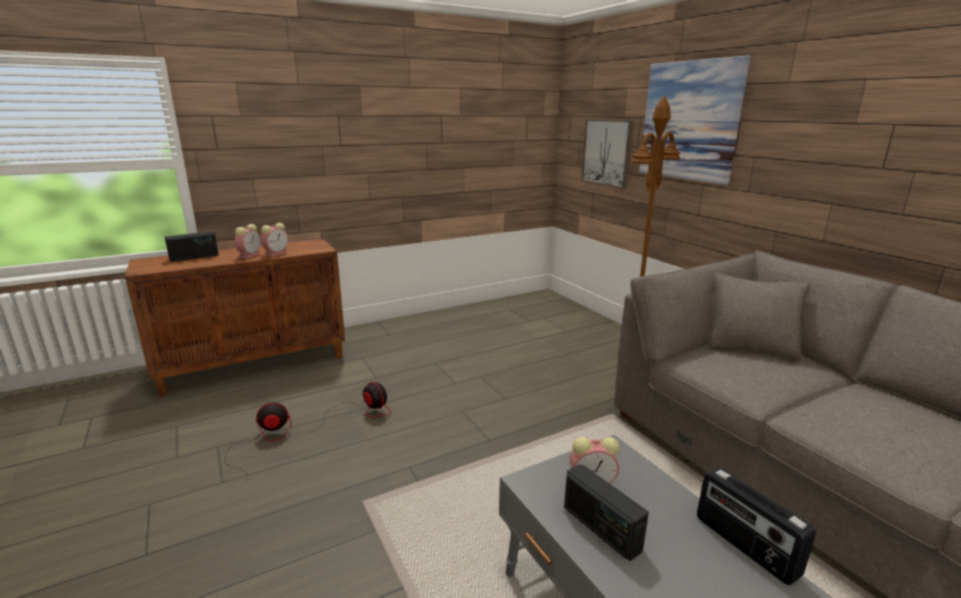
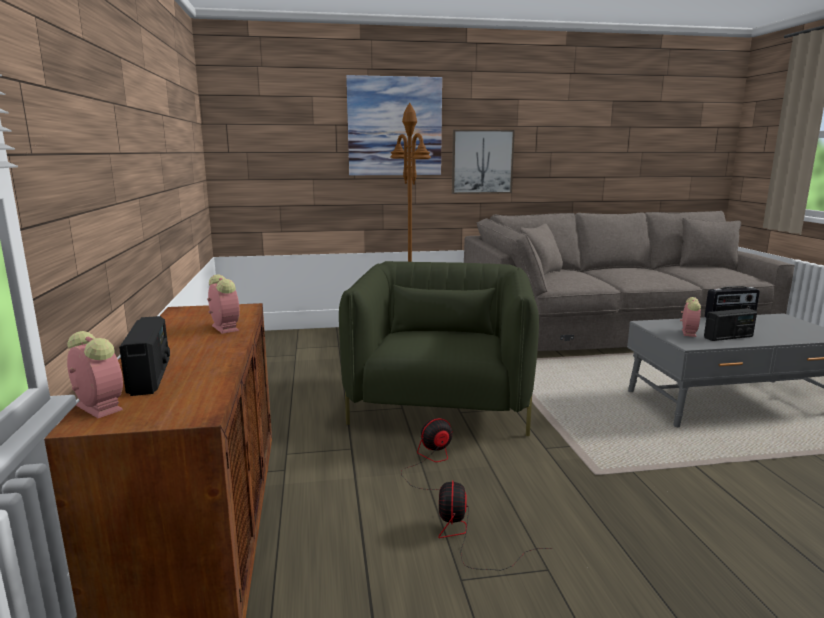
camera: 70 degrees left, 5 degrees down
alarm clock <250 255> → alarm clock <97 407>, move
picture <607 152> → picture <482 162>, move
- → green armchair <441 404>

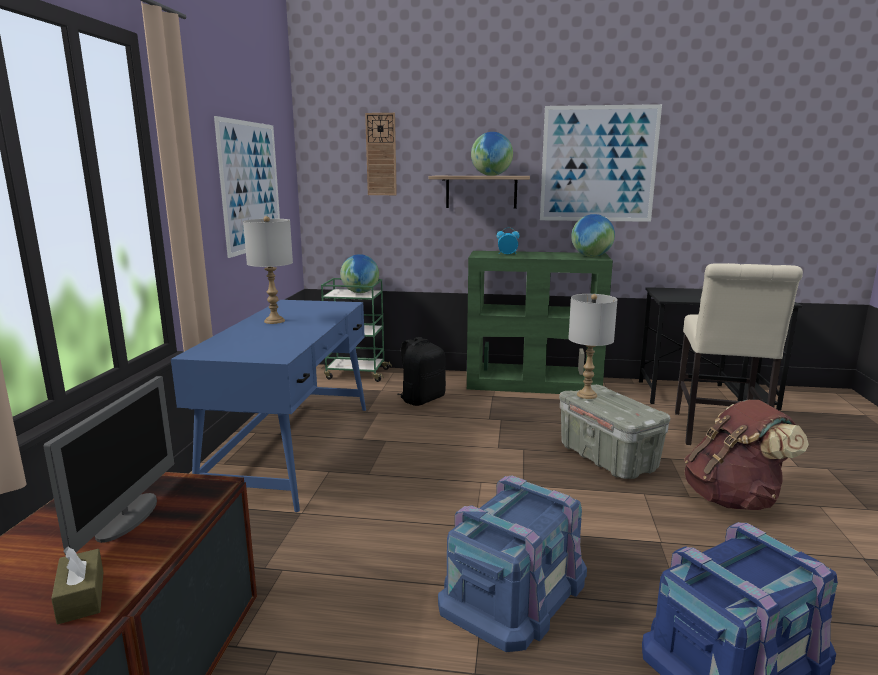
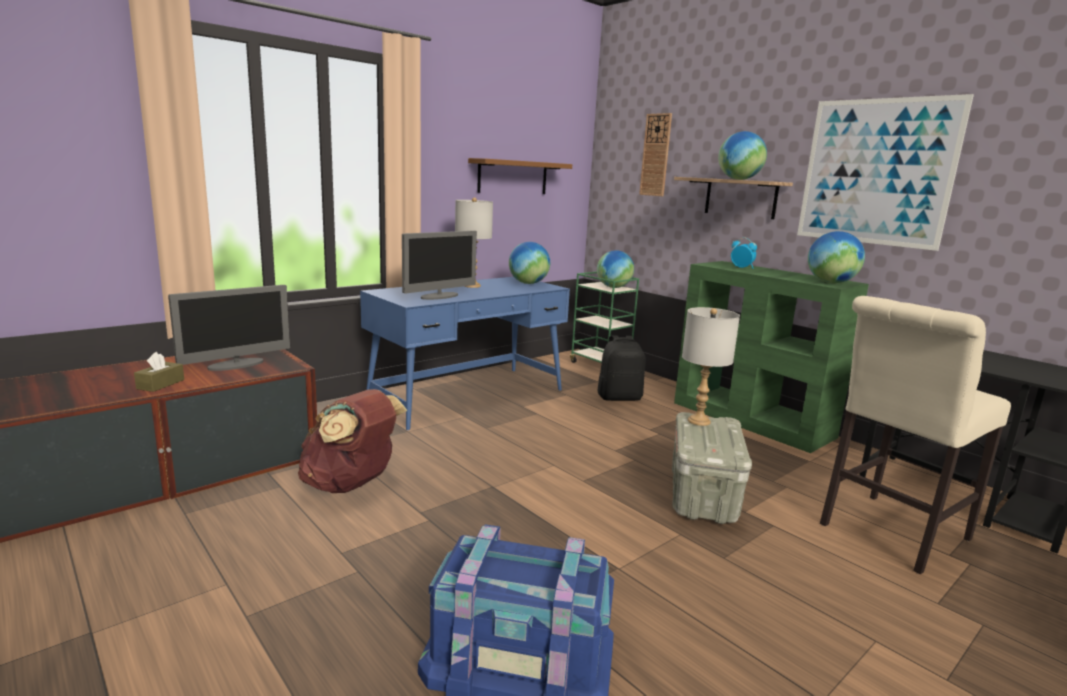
camera: 40 degrees right, 0 degrees up
picture <251 187> → brown shelf <513 177>
blue storage box <513 588> → -
brown backpack <733 499> → brown backpack <351 484>, move
- → monitor <440 296>
- → globe <528 283>

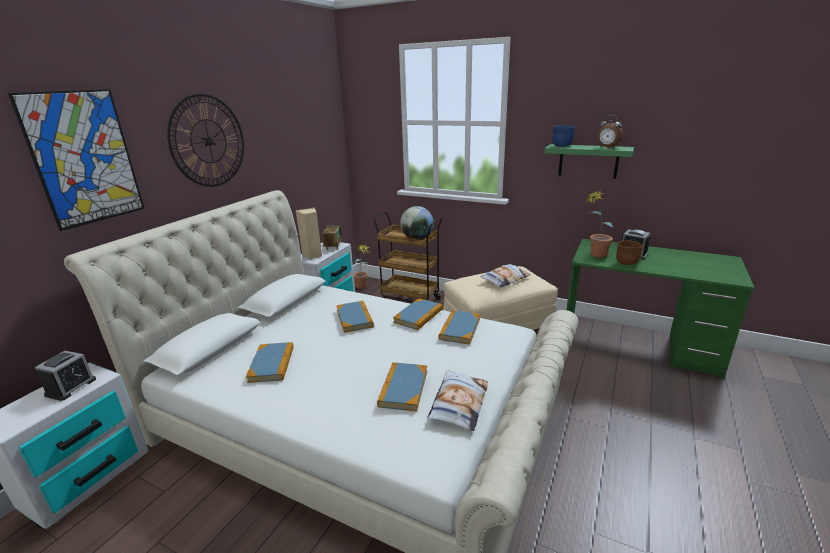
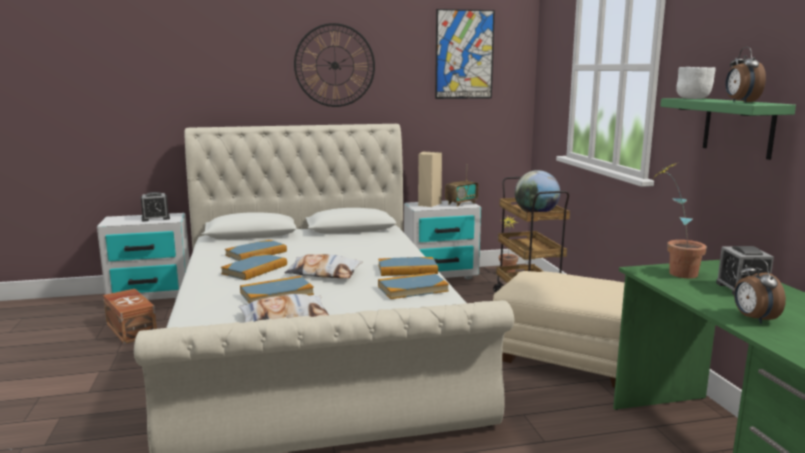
camera: 50 degrees right, 10 degrees down
picture <84 158> → picture <464 54>, move
book <354 318> → book <255 269>, move
pillow <505 279> → pillow <324 273>, move
blue bowl <562 146> → white bowl <693 98>
brown bowl <627 263> → -
- → brown storage box <132 329>
- → alarm clock <753 318>

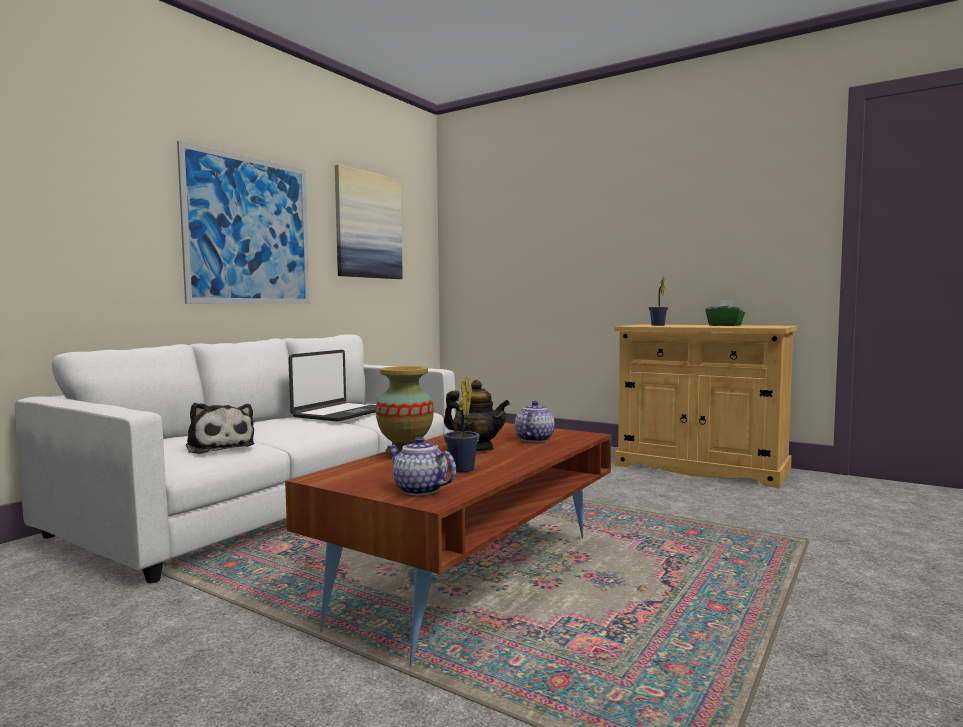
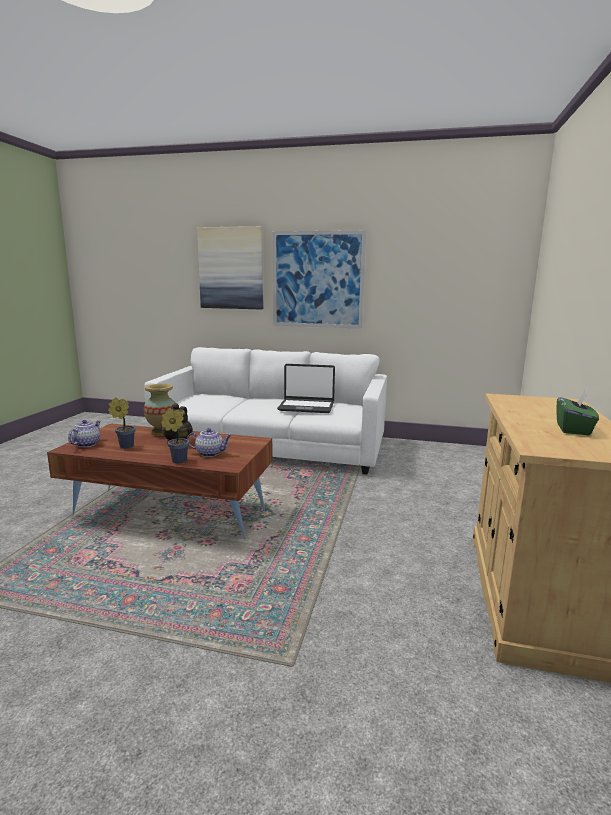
camera: 70 degrees right, 10 degrees up
plush toy <219 447> → -
picture <368 225> → picture <231 268>, move
potted plant <658 325> → potted plant <177 461>, move

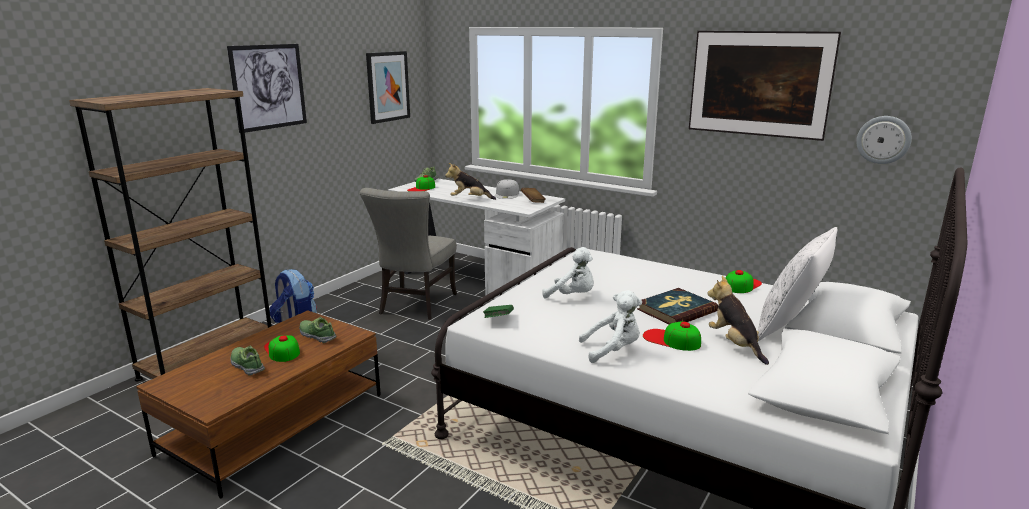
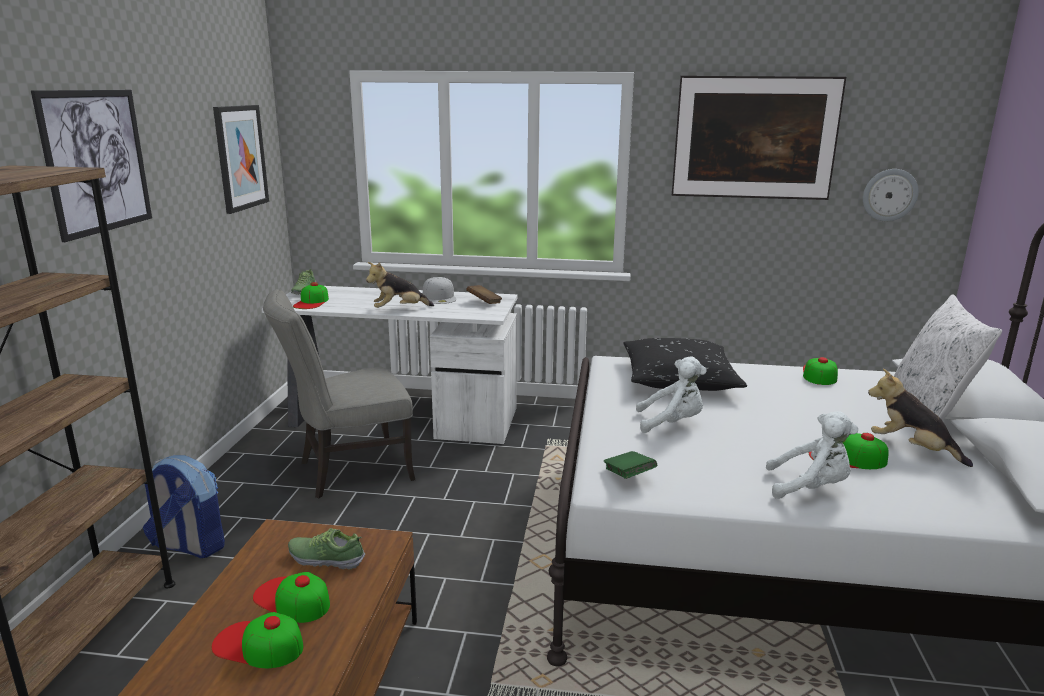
camera: 25 degrees left, 0 degrees up
shoe <247 365> → cap <258 645>
grey chair <415 305> → grey chair <348 471>, 75 degrees clockwise
white plush toy <613 350> → white plush toy <810 488>, 45 degrees clockwise
book <676 310> → -
- → black pillow <678 379>

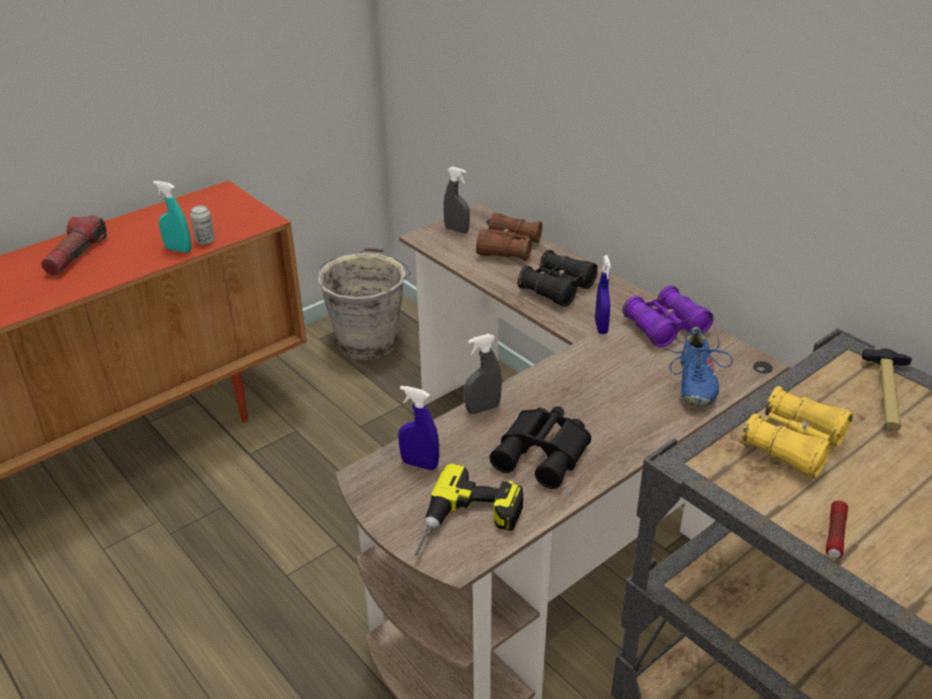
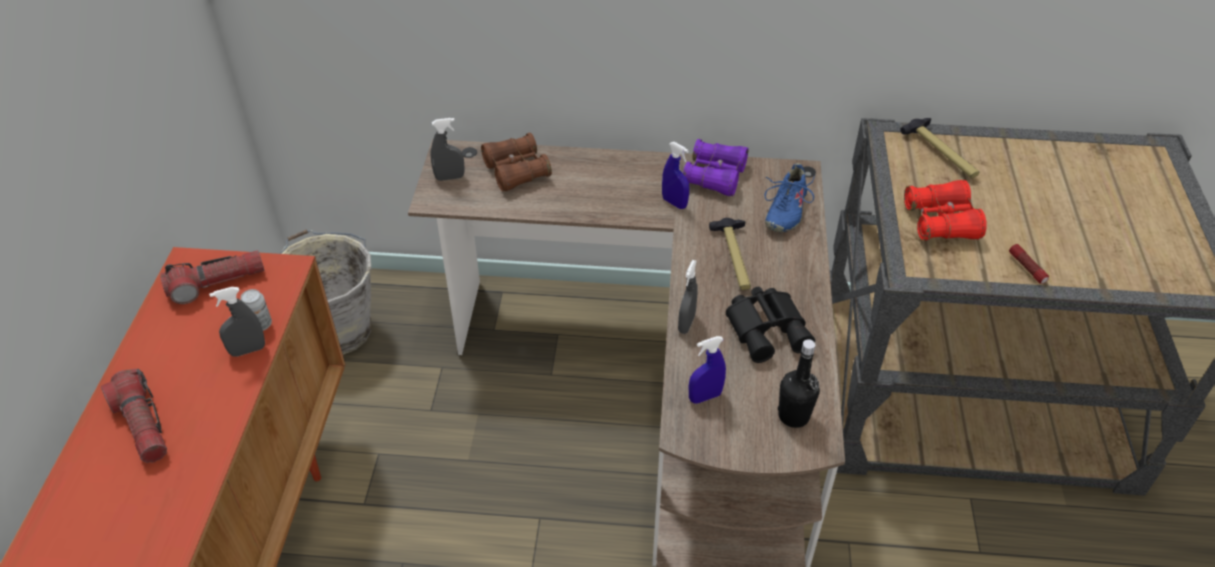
camera: 45 degrees left, 10 degrees up
turquoise spray bottle <178 249> → grey spray bottle <248 350>
power drill <468 525> → black bottle <793 416>
black binoculars <557 288> → -
blue shoe <694 382> → blue shoe <785 210>, 60 degrees clockwise
yellow binoculars <793 444> → red binoculars <941 222>
- → flashlight <217 283>
- → hammer <735 258>

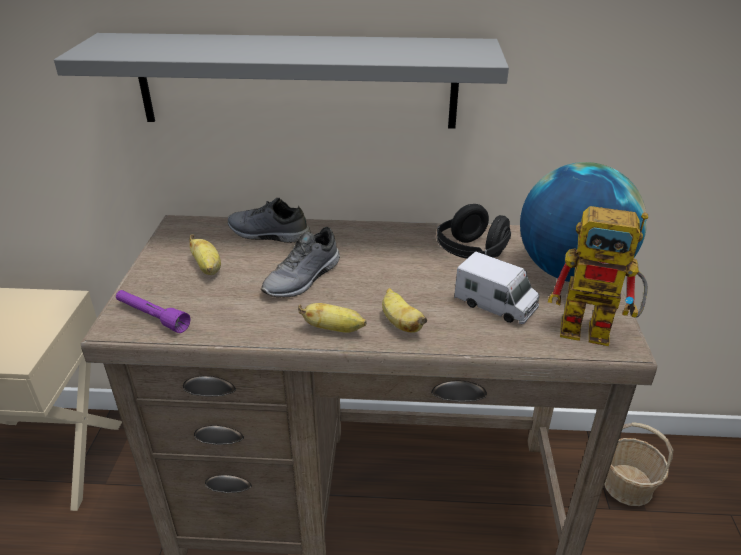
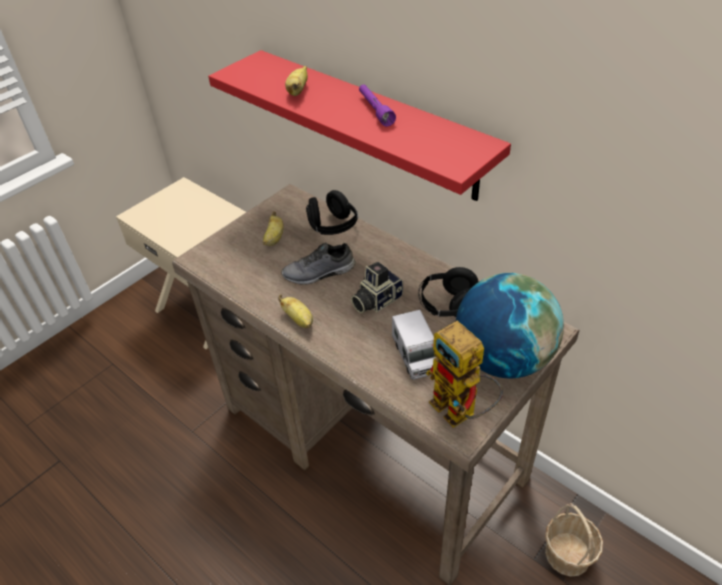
camera: 40 degrees right, 10 degrees up
grey shelf <297 81> → red shelf <372 123>
purple flashlight <152 317> → purple flashlight <375 110>, move
grey shoe <267 234> → black headphones <332 227>
banana <400 323> → banana <298 91>, move
- → photo camera <375 300>

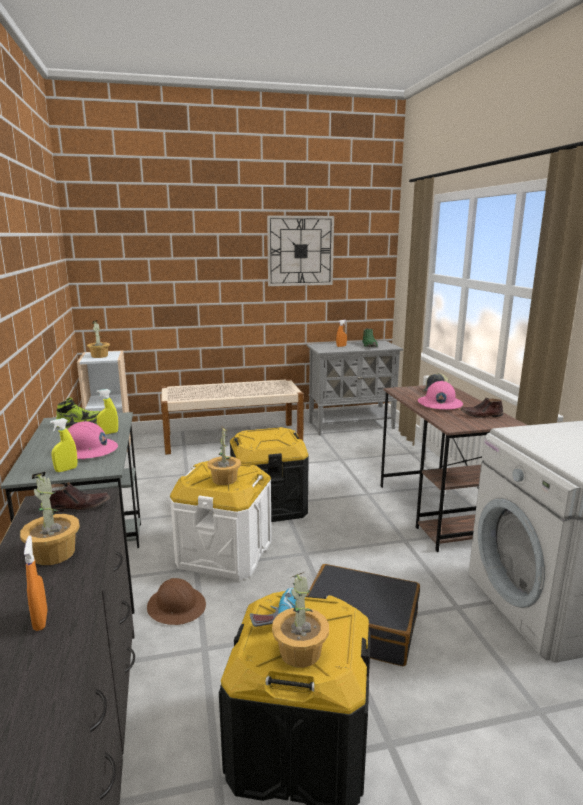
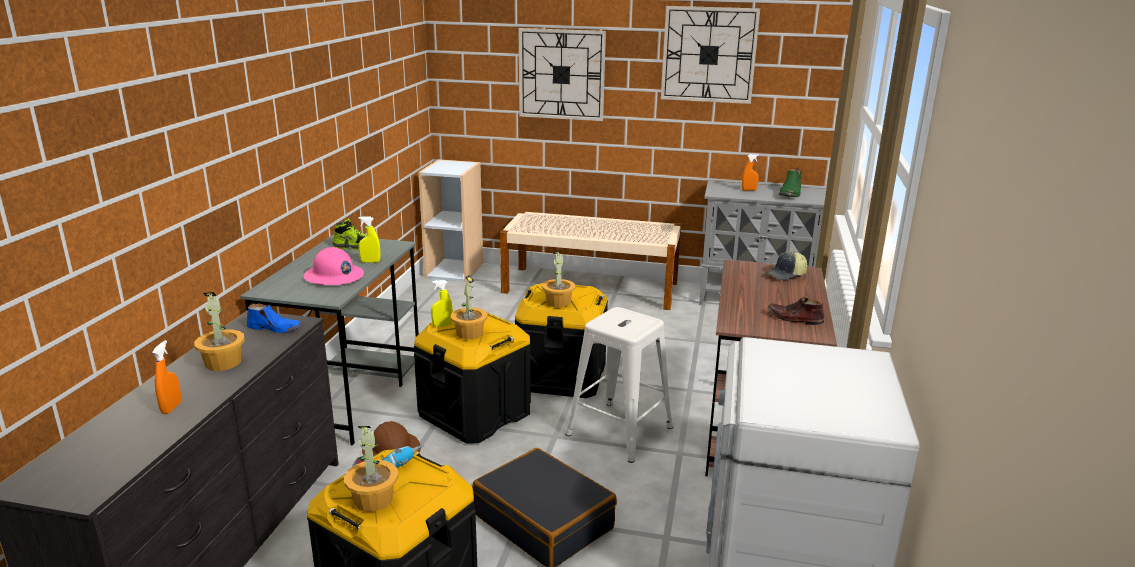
camera: 25 degrees right, 5 degrees up
yellow spray bottle <66 469> → yellow spray bottle <442 325>, move
brown shoe <77 507> → blue shoe <275 328>
potted plant <99 356> → potted plant <558 302>, move
white storage box <225 553> → black storage box <475 414>
pink hard hat <439 404> → -
- → wall clock <561 74>
- → white stool <619 431>

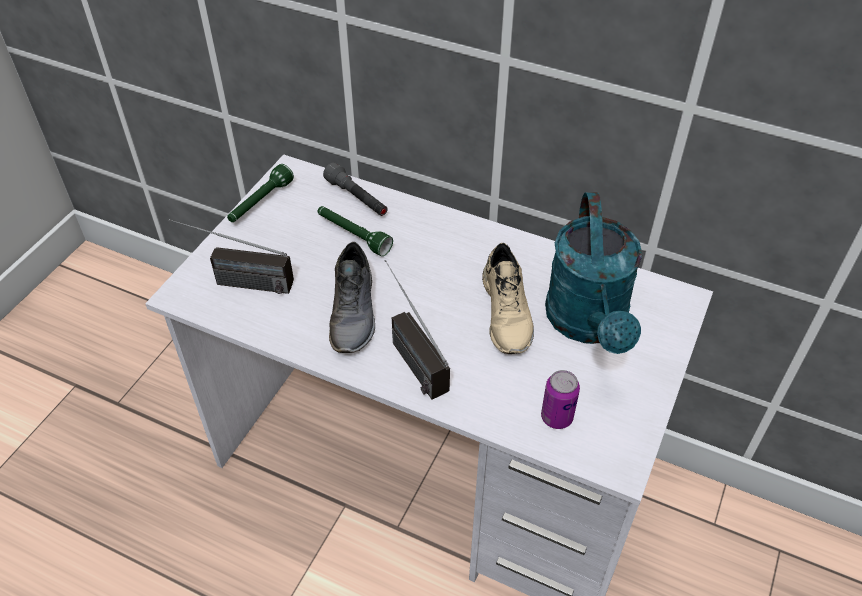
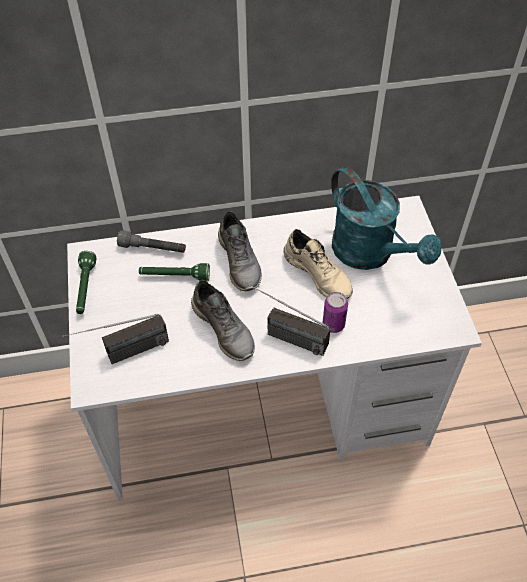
camera: 35 degrees left, 5 degrees up
can <556 417> → can <333 324>, move
- → grey shoe <240 261>

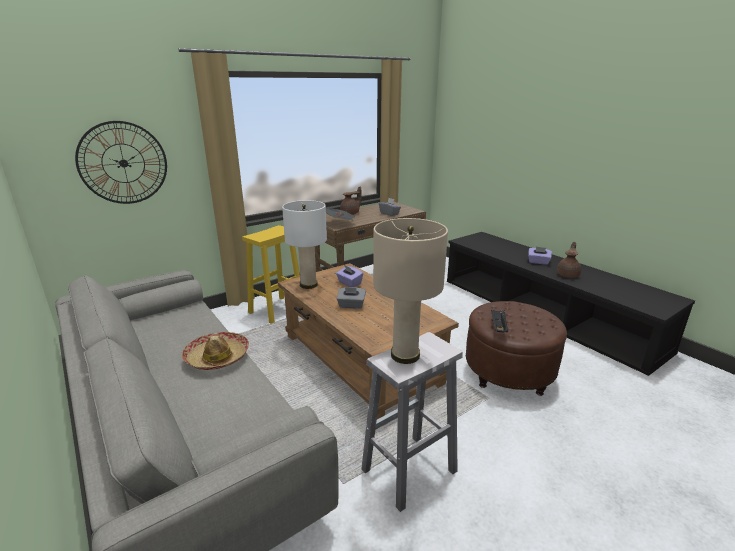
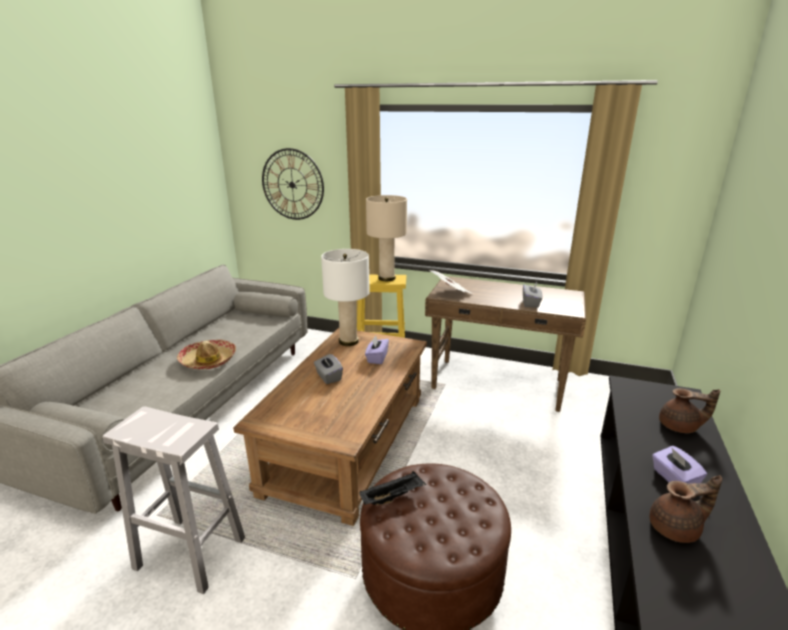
camera: 55 degrees right, 0 degrees up
brown teapot <350 213> → brown teapot <680 427>, move
beige table lamp <404 355> → beige table lamp <386 278>, move

